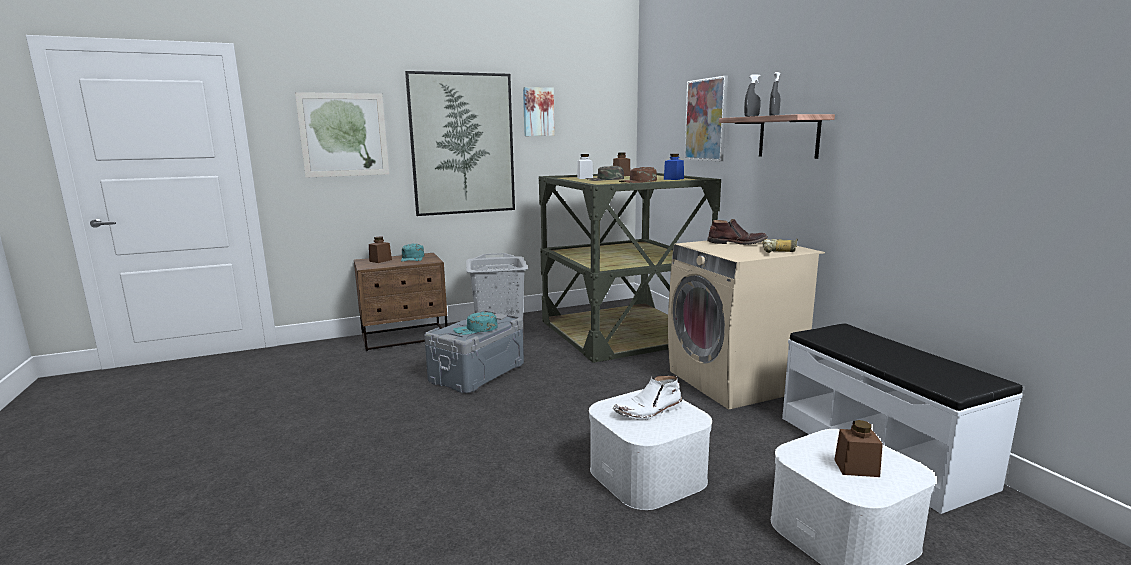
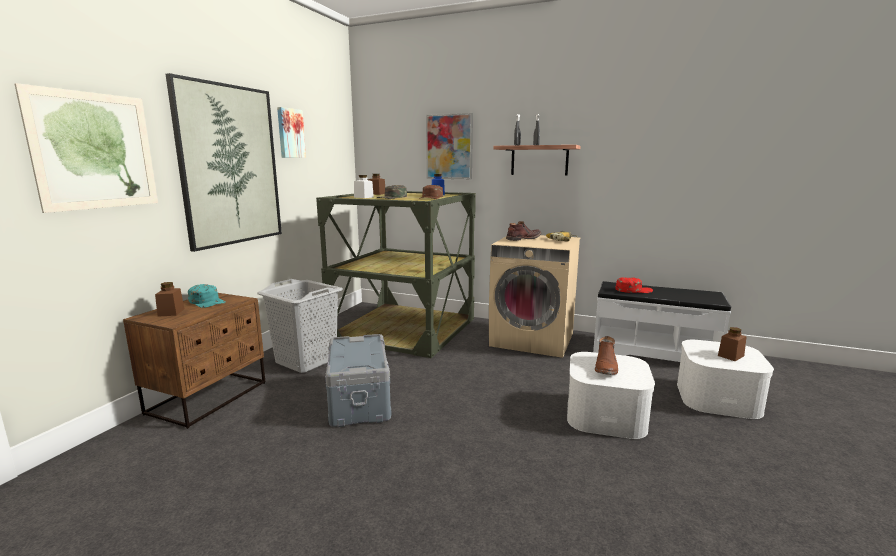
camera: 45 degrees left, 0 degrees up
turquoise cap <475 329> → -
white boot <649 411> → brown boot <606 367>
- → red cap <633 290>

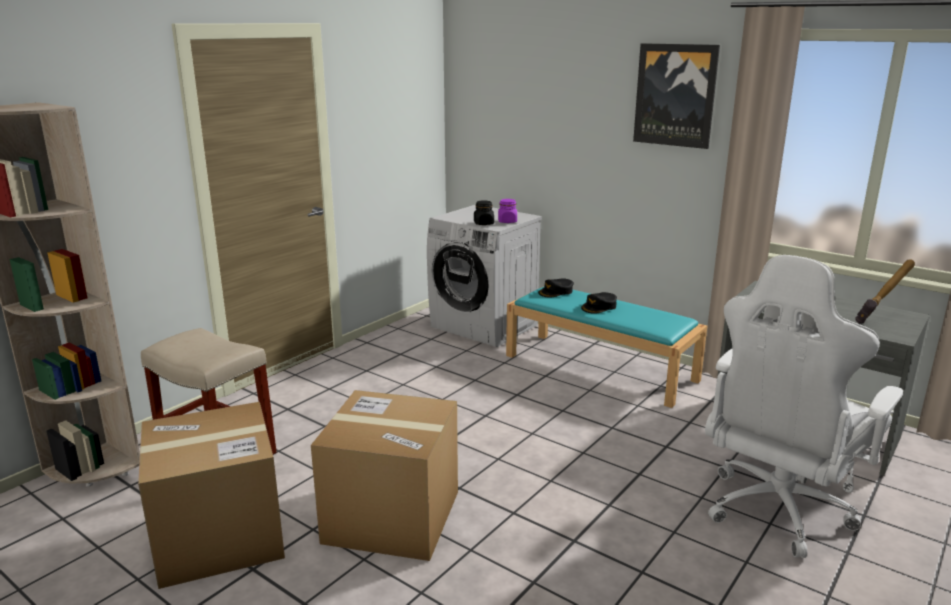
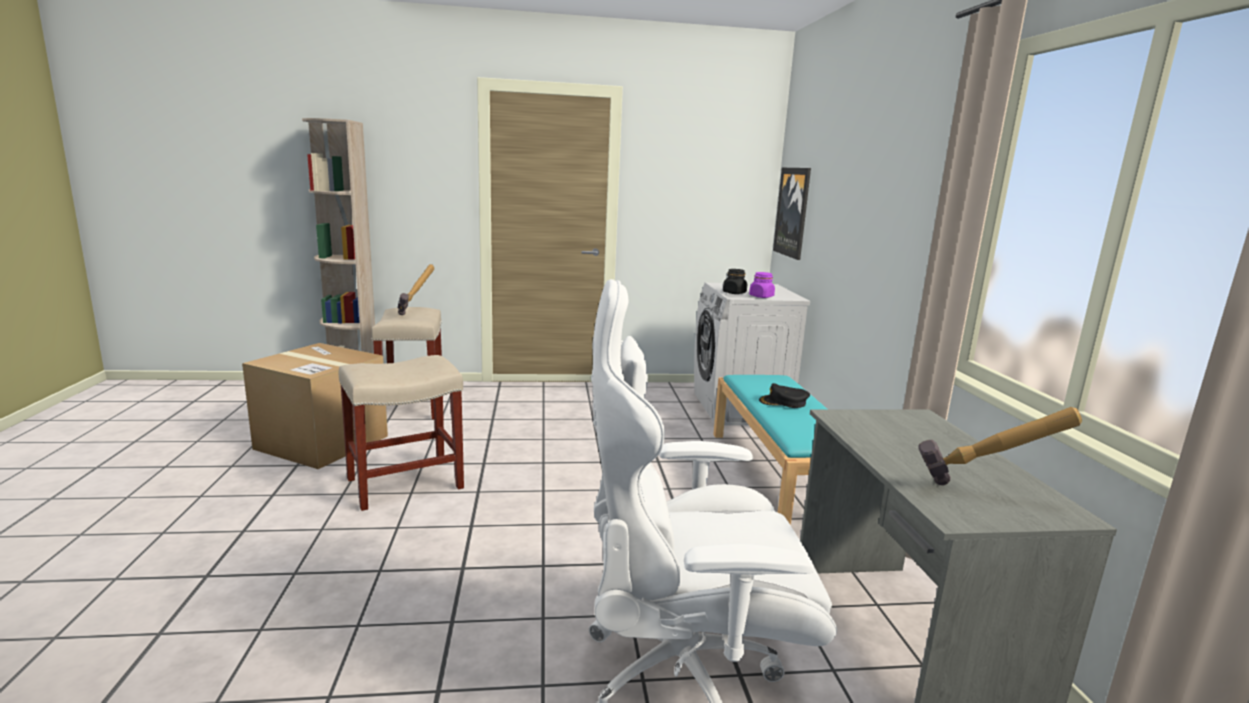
camera: 45 degrees right, 5 degrees down
cardboard box <392 517> → beige stool <406 483>
black cap <556 292> → -
picture <675 95> → picture <793 212>, move
- → hammer <418 312>

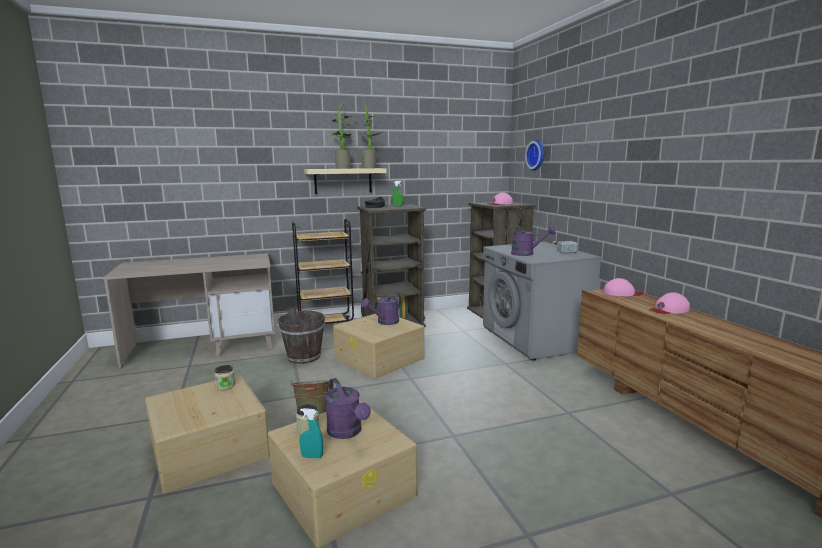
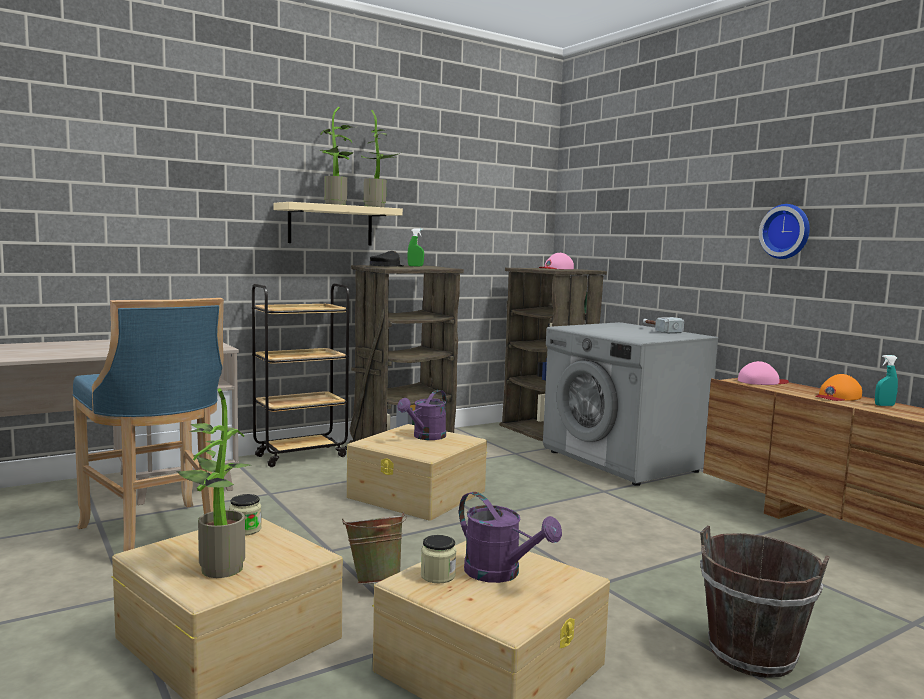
camera: 15 degrees left, 5 degrees down
brown bucket <303 357> → brown bucket <751 655>, move
turquoise spray bottle <312 457> → turquoise spray bottle <884 405>, move
purple watering can <526 254> → -
wall clock <537 155> → wall clock <786 231>, move
pink cap <669 309> → orange cap <837 397>
- → blue stool <156 537>
- → potted plant <216 568>

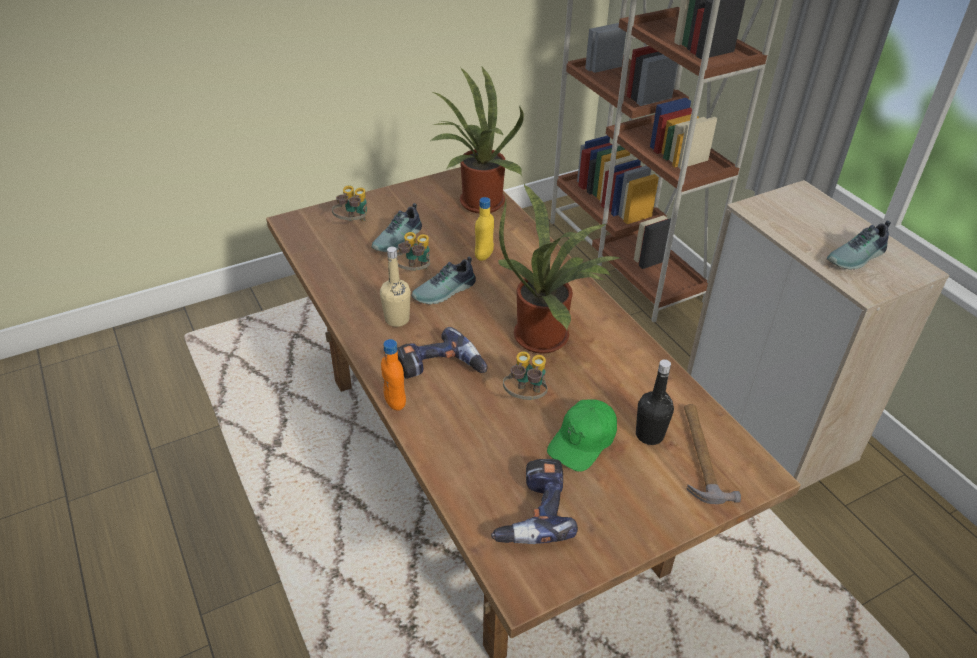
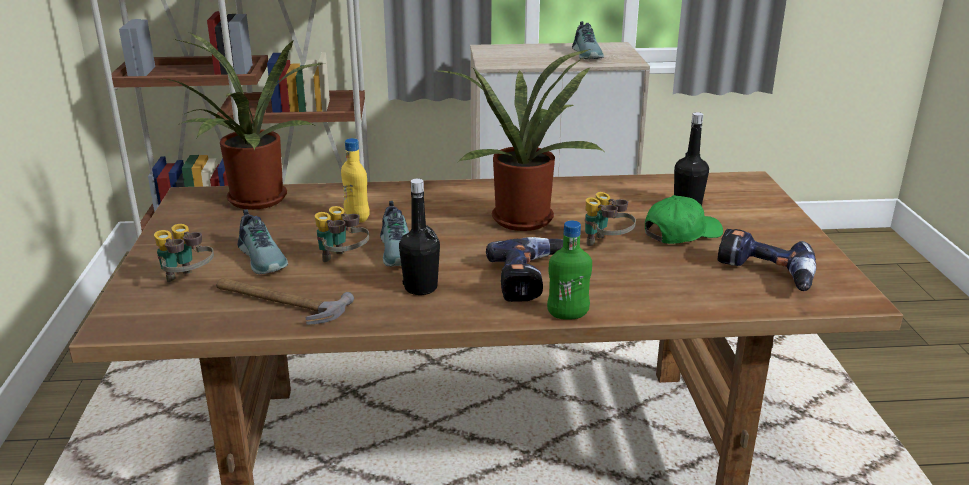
camera: 65 degrees left, 15 degrees down
beige bottle <397 319> → black bottle <421 288>
orange bottle <395 402> → green bottle <567 315>
green cap <583 441> → green cap <681 233>, 90 degrees counterclockwise
hammer <700 454> → hammer <278 302>, move

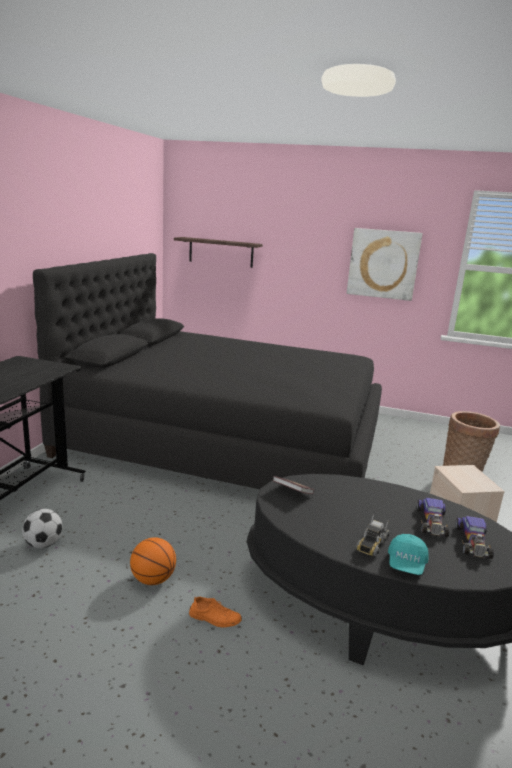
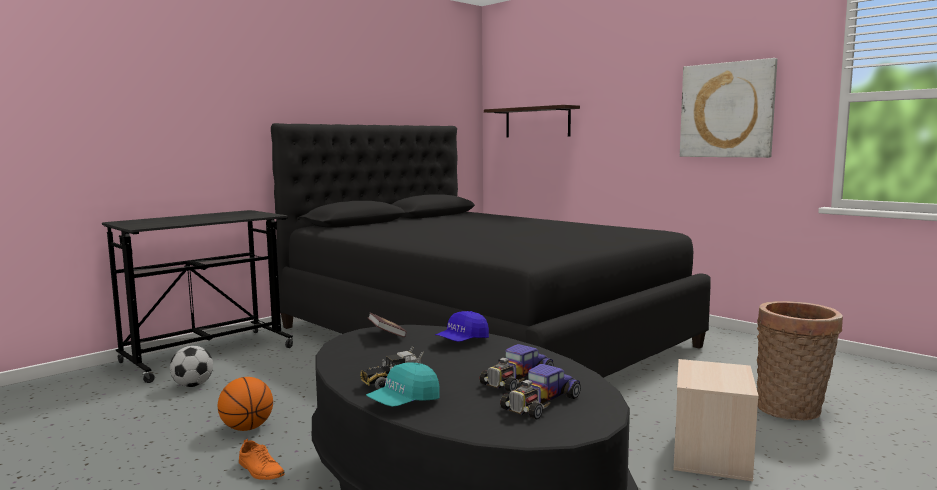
camera: 30 degrees right, 10 degrees down
- → blue cap <462 341>

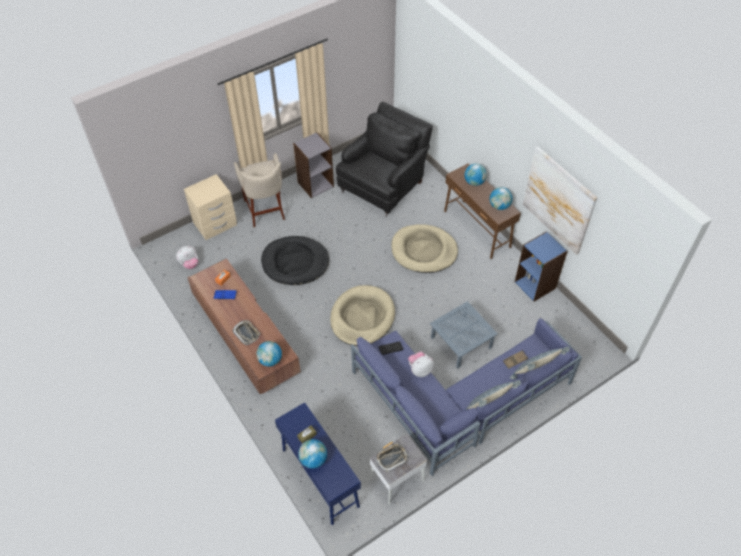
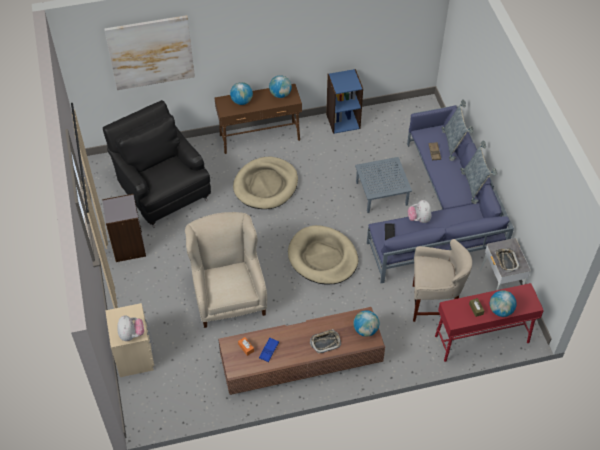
camera: 70 degrees left, 0 degrees up
plush toy <189 264> → plush toy <131 334>, move
beige stool <265 209> → beige stool <433 304>, move
black dog bed <295 262> → beige armchair <228 294>
blue console table <321 477> → red console table <481 338>
picture <558 200> → picture <151 52>, move

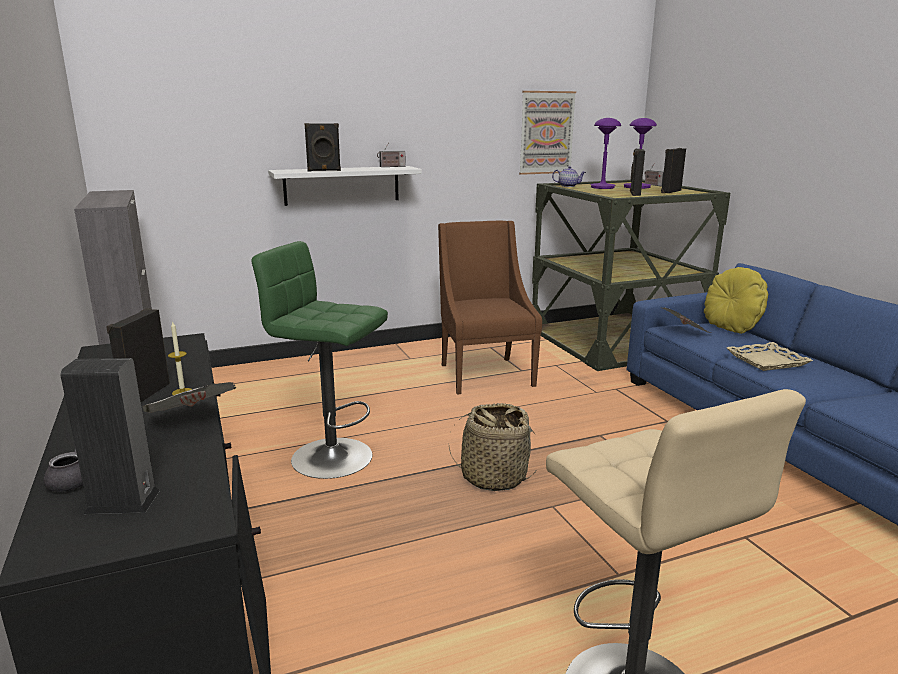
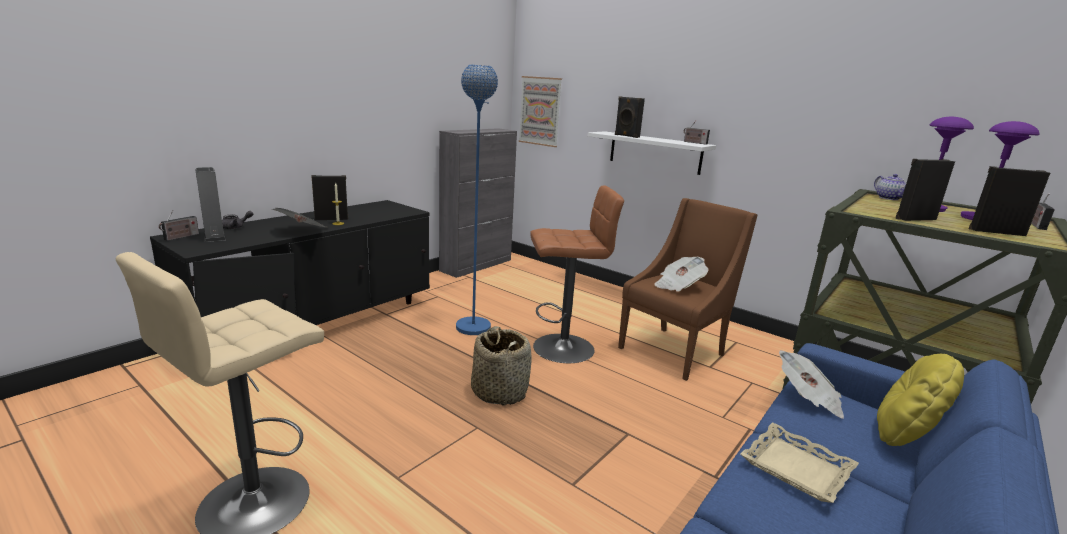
camera: 60 degrees right, 0 degrees up
green stool <331 457> → blue floor lamp <473 327>
picture <546 133> → picture <540 111>, move
- → radio <180 237>
- → brown stool <564 348>
- → newspaper <678 286>

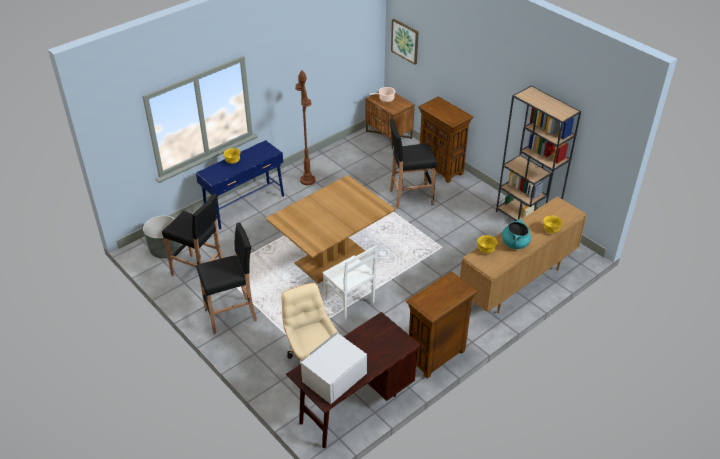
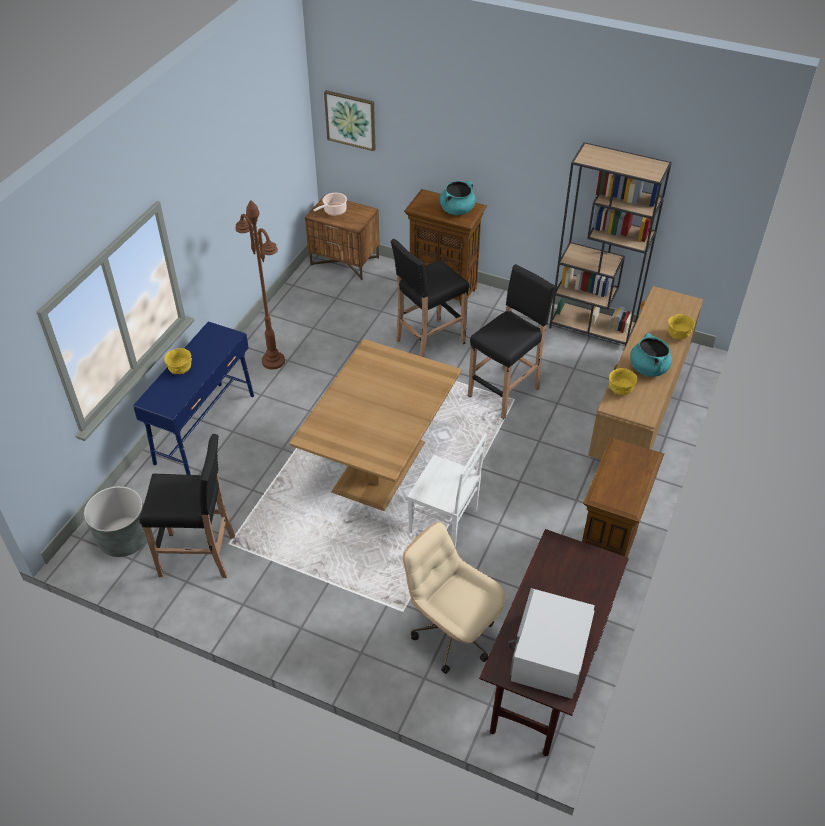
camera: 25 degrees left, 5 degrees up
black stool <232 315> → black stool <505 391>, move
- → turquoise cooking pot <457 210>

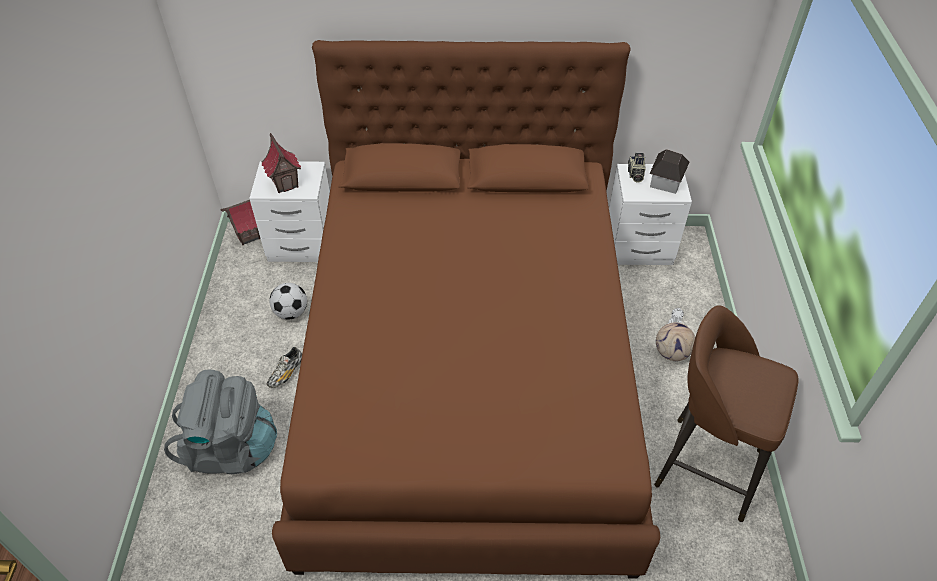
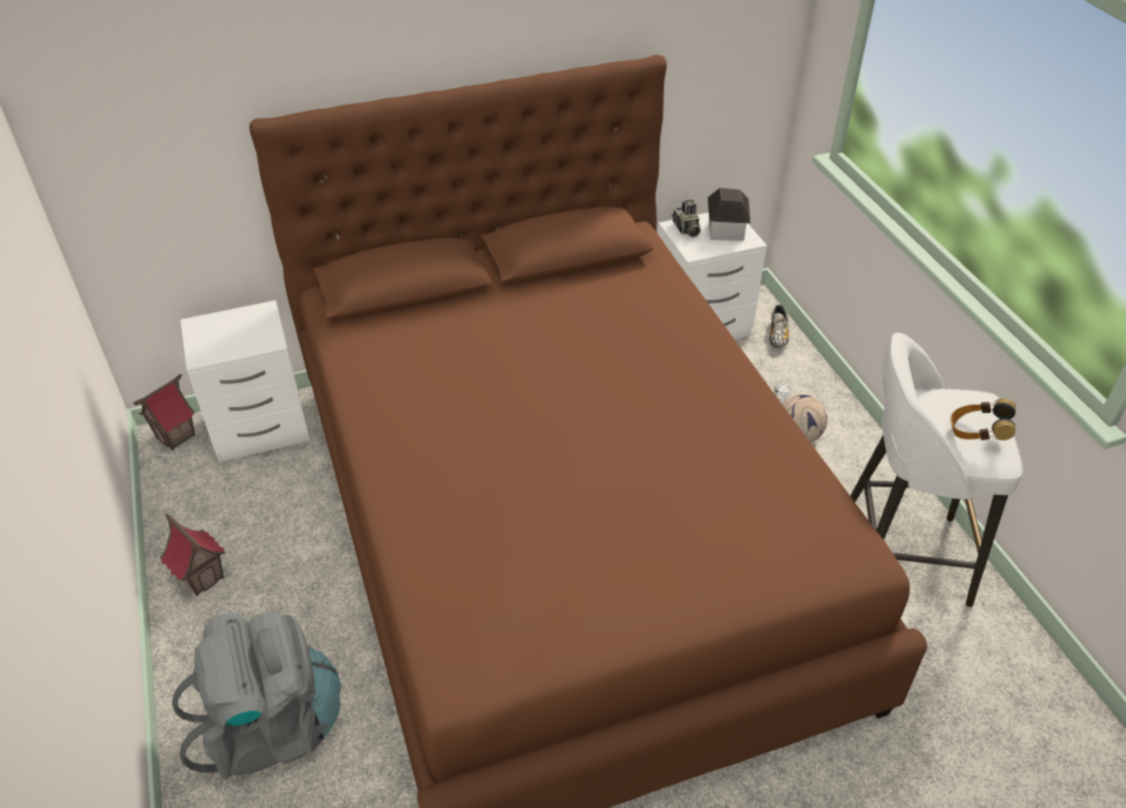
camera: 20 degrees left, 5 degrees down
toy house <285 184> → toy house <202 577>, move
shoe <286 373> → shoe <778 335>, move
football <291 312> → -
brown stool <704 466> → white stool <899 555>
- → headphones <976 433>

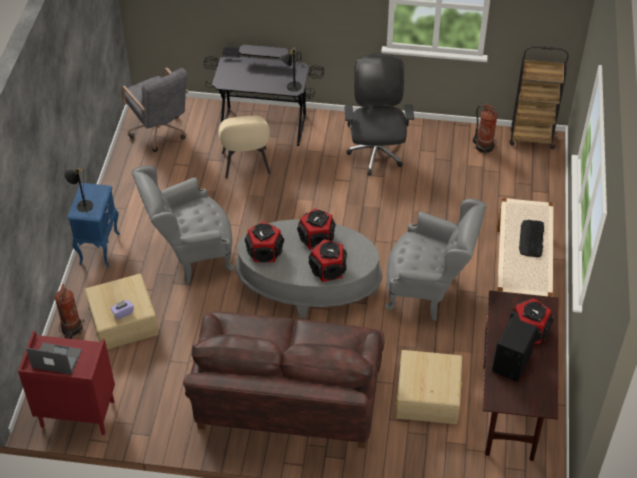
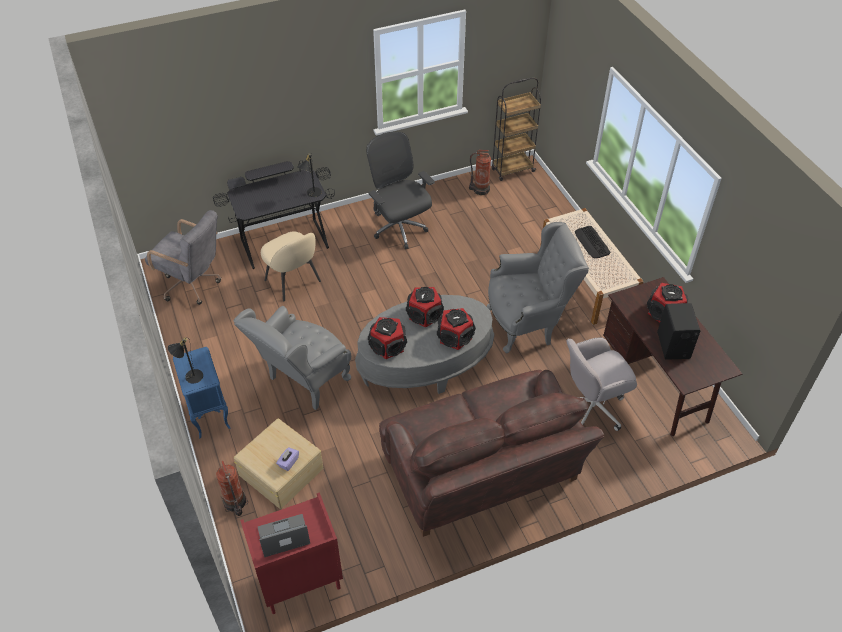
camera: 30 degrees left, 0 degrees up
beige storage box <428 395> → grey office chair <591 409>

